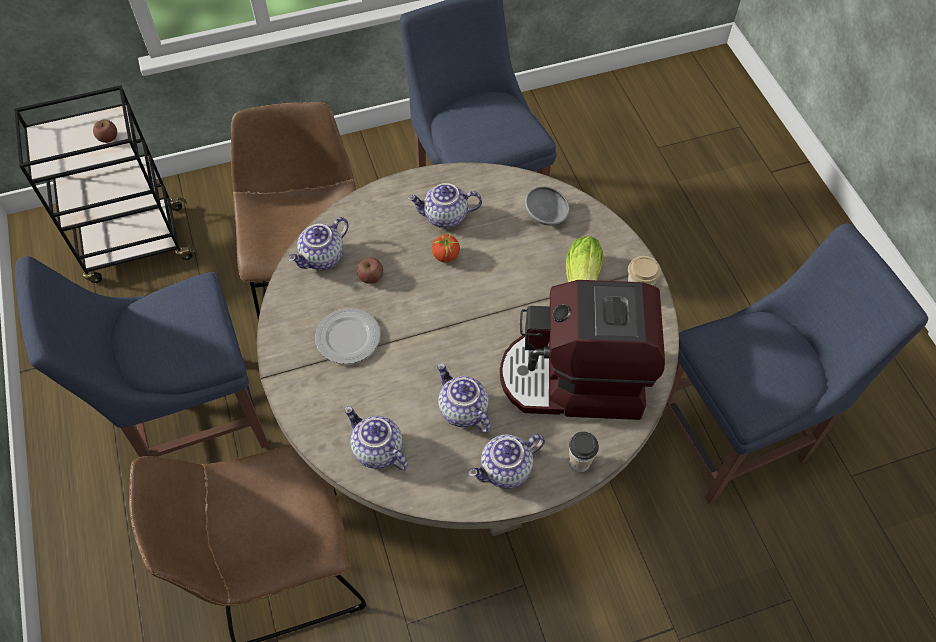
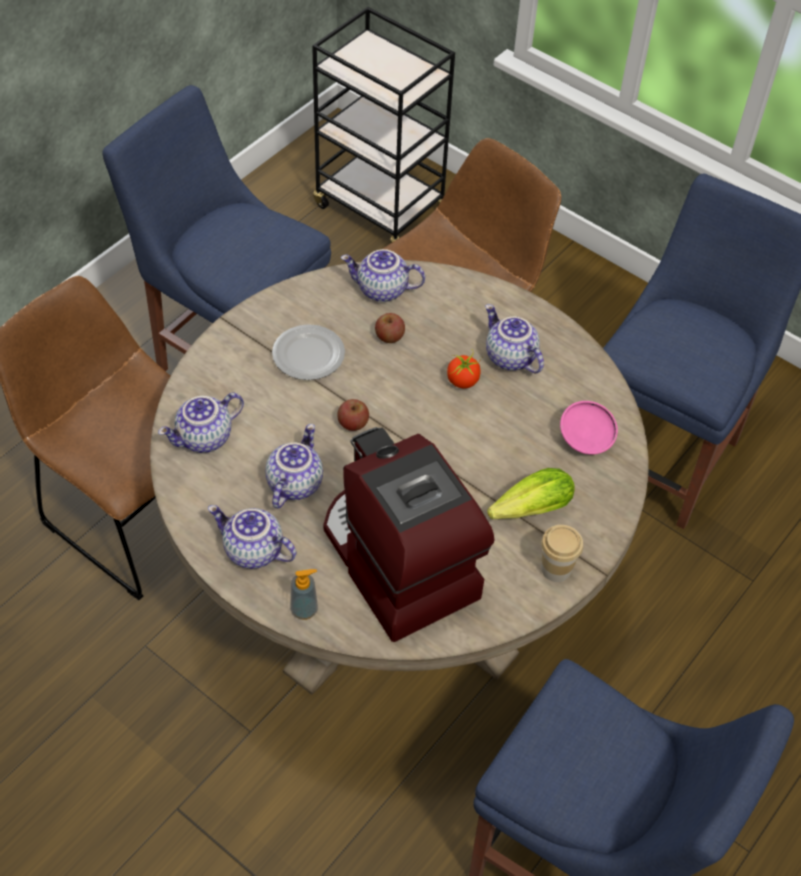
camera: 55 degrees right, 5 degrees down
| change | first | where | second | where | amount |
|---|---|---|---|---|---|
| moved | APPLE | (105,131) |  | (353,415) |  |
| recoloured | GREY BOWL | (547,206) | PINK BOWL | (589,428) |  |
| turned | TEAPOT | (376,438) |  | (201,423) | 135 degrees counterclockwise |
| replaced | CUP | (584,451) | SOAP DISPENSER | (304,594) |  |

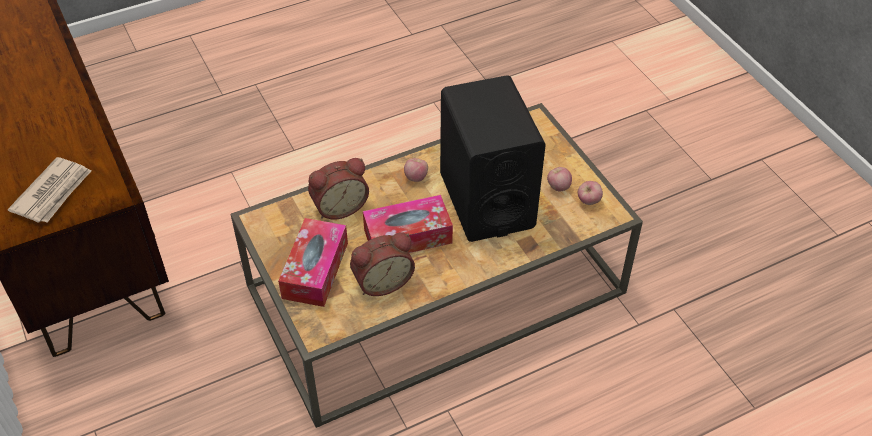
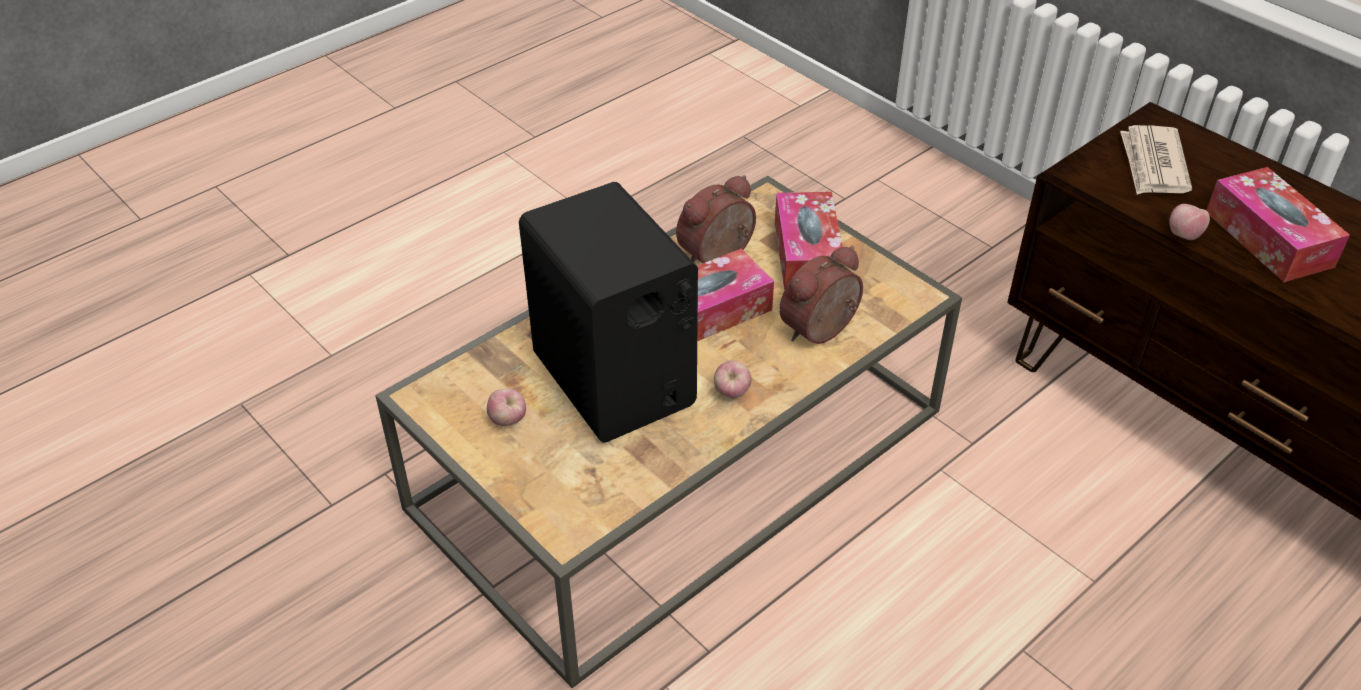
camera: 165 degrees right, 5 degrees down
| change | first | where | second | where | amount |
|---|---|---|---|---|---|
| moved | APPLE | (590,193) |  | (1189,222) |  |
| added |  |  | TISSUE BOX | (1278,224) |  |

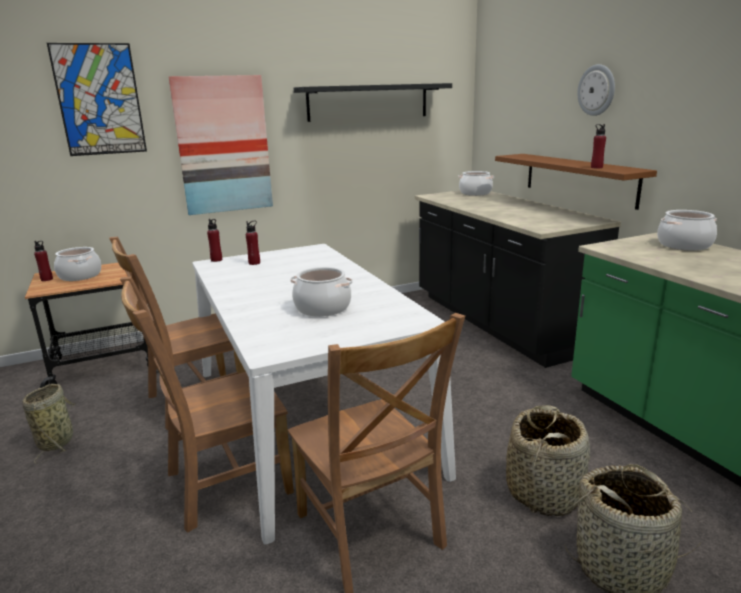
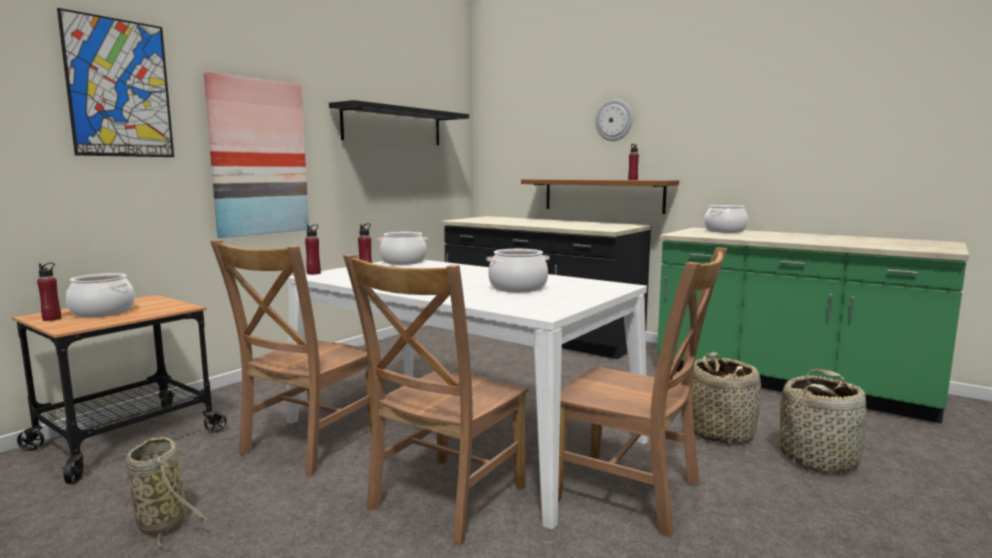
camera: 30 degrees left, 10 degrees down
| change | first | where | second | where | amount |
|---|---|---|---|---|---|
| moved | COOKING POT | (476,183) |  | (402,248) |  |

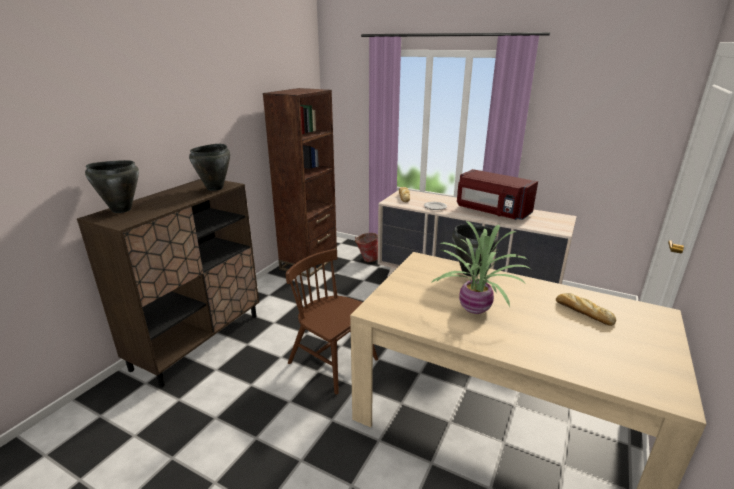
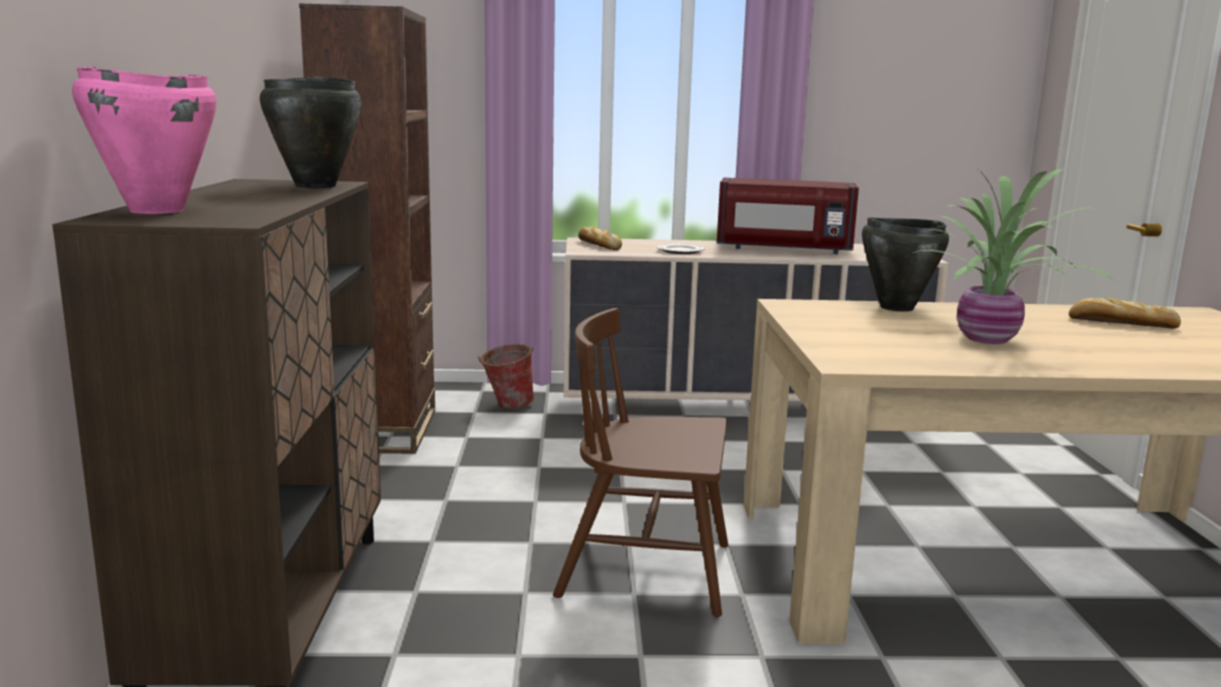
camera: 30 degrees left, 10 degrees down
| change | first | where | second | where | amount |
|---|---|---|---|---|---|
| recoloured | BLACK COOKING POT | (112,186) | PINK COOKING POT | (144,140) |  |

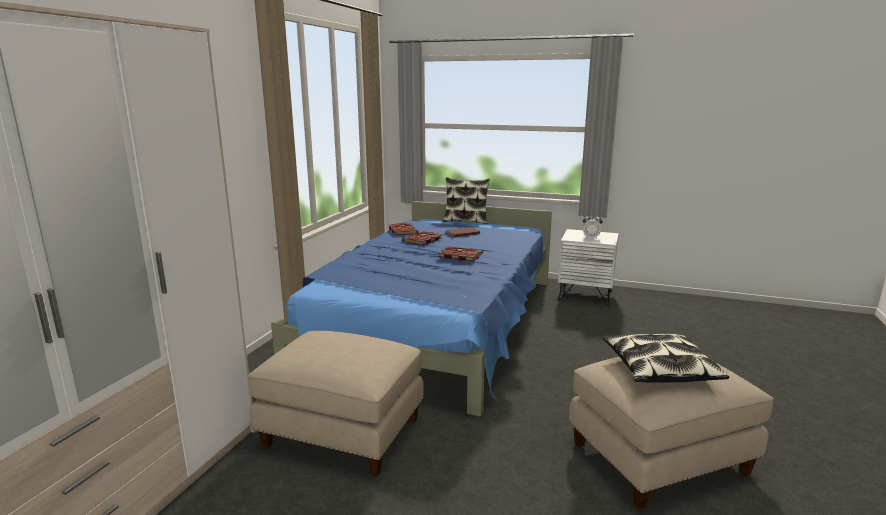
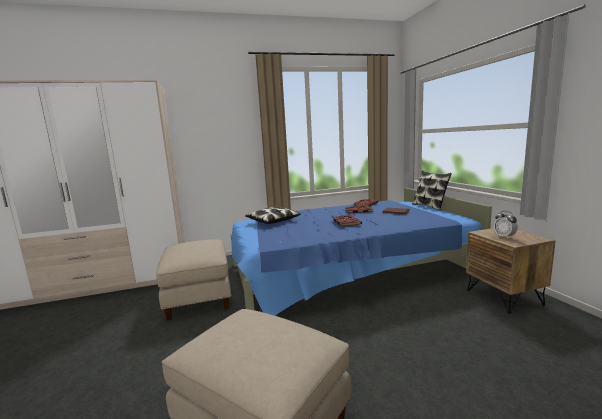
camera: 55 degrees right, 5 degrees down
| change | first | where | second | where | amount |
|---|---|---|---|---|---|
| recoloured | WHITE NIGHTSTAND | (588,267) | BROWN NIGHTSTAND | (511,271) |  |
| moved | PILLOW | (666,358) |  | (273,215) |  |

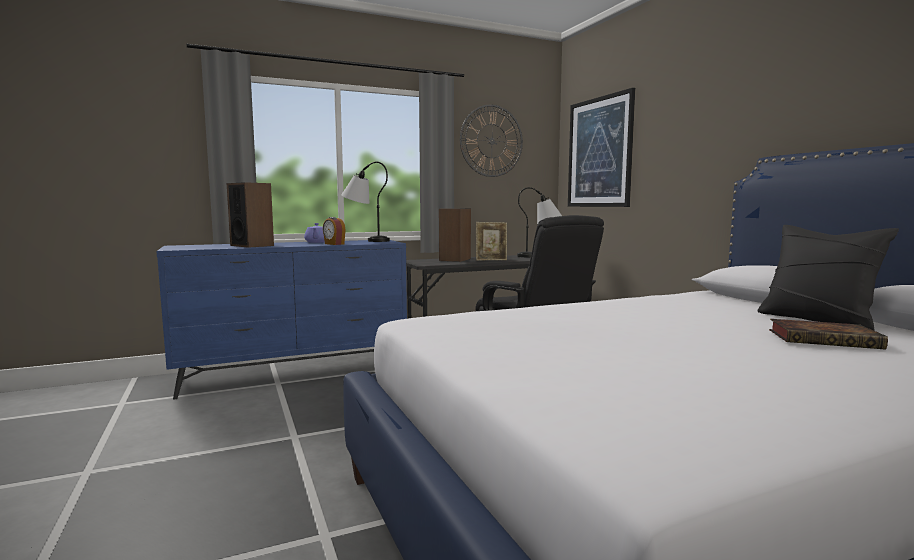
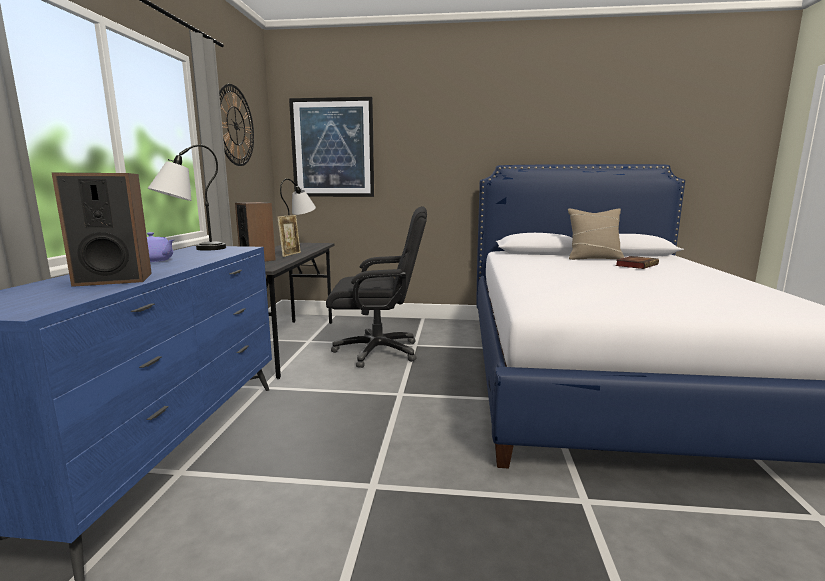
camera: 60 degrees left, 5 degrees up
| change | first | where | second | where | amount |
|---|---|---|---|---|---|
| removed | ALARM CLOCK | (334,231) |  |  |  |
| recoloured | BLACK PILLOW | (828,277) | BEIGE PILLOW | (596,234) |  |

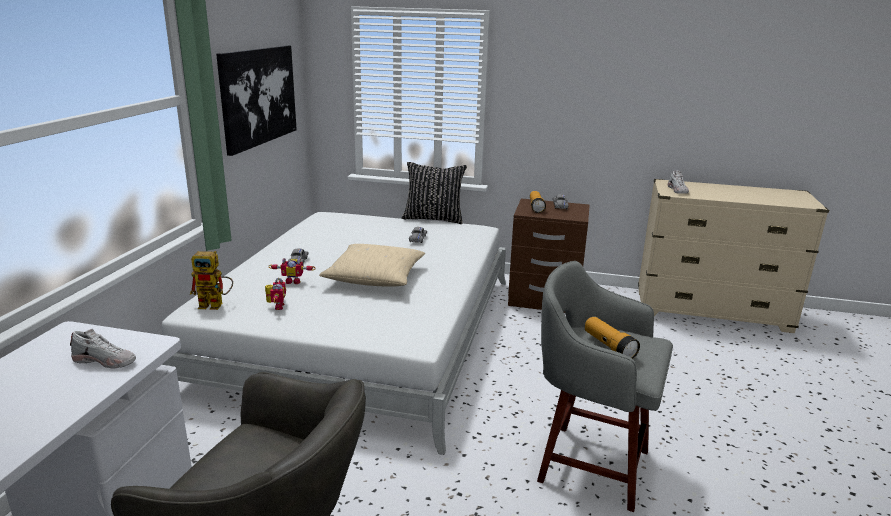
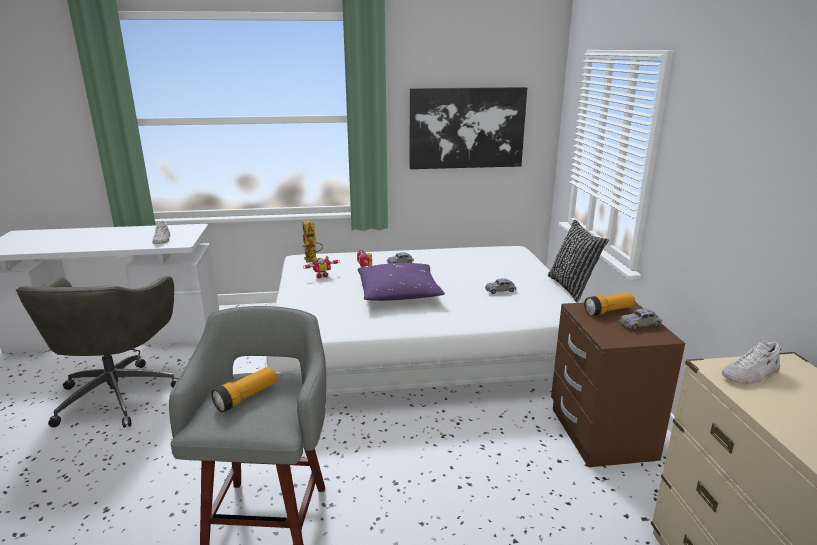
camera: 70 degrees right, 0 degrees up
| change | first | where | second | where | amount |
|---|---|---|---|---|---|
| recoloured | BEIGE PILLOW | (372,265) | PURPLE PILLOW | (401,282) |  |

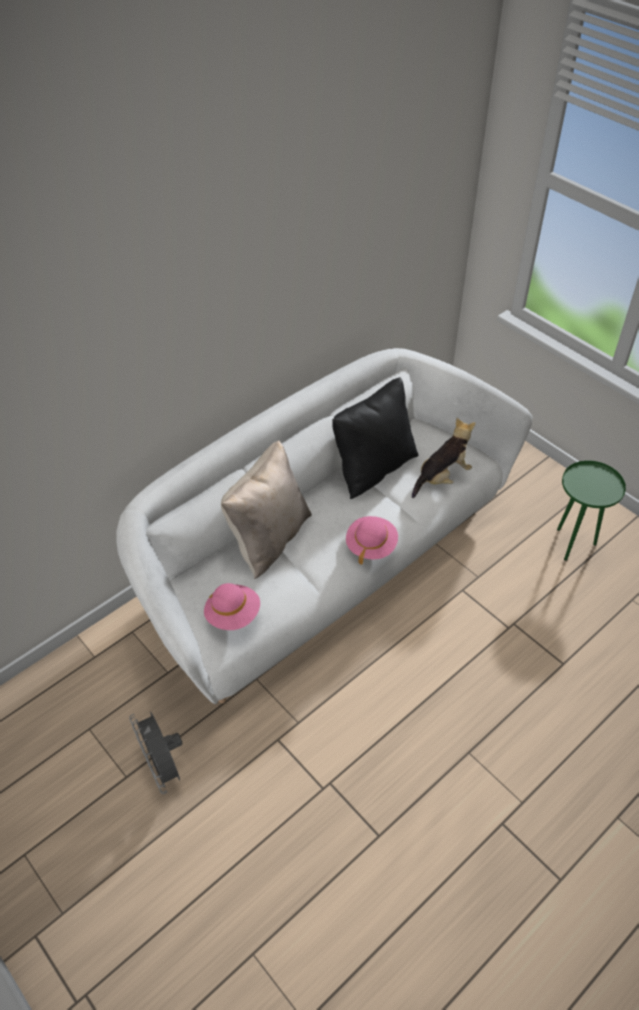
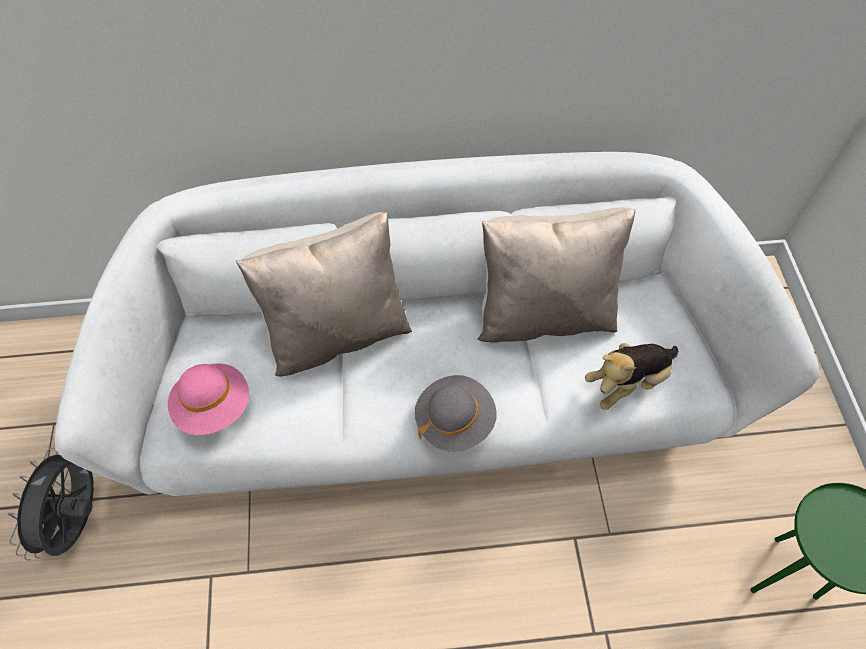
camera: 35 degrees right, 10 degrees up
| change | first | where | second | where | amount |
|---|---|---|---|---|---|
| recoloured | BLACK PILLOW | (375,438) | BEIGE PILLOW | (556,275) |  |
| turned | PLUSH TOY | (443,458) |  | (631,376) | 150 degrees clockwise |
| recoloured | PINK HAT | (372,540) | GREY HAT | (456,413) |  |

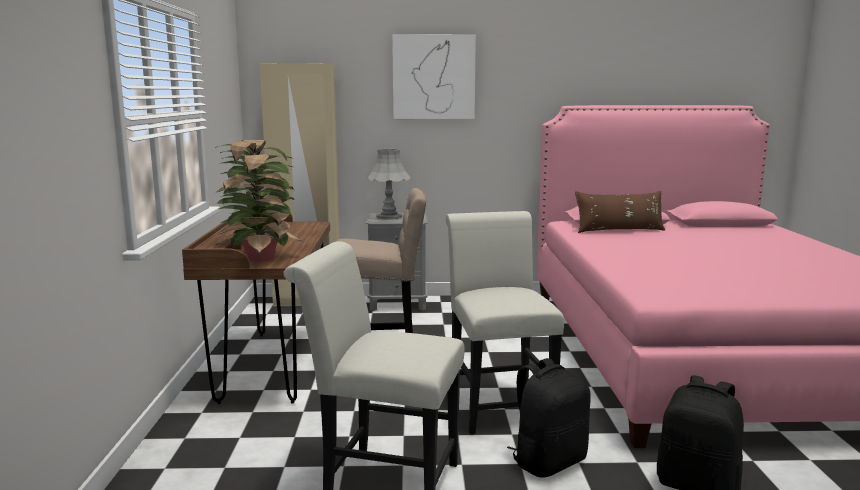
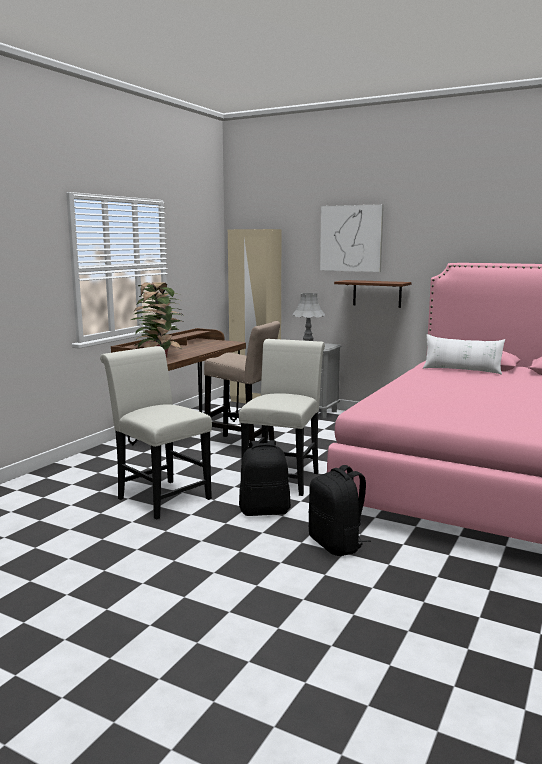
camera: 30 degrees right, 0 degrees up
| change | first | where | second | where | amount |
|---|---|---|---|---|---|
| recoloured | BROWN PILLOW | (620,212) | WHITE PILLOW | (464,354) |  |
| added |  |  | BROWN SHELF | (373,294) |  |

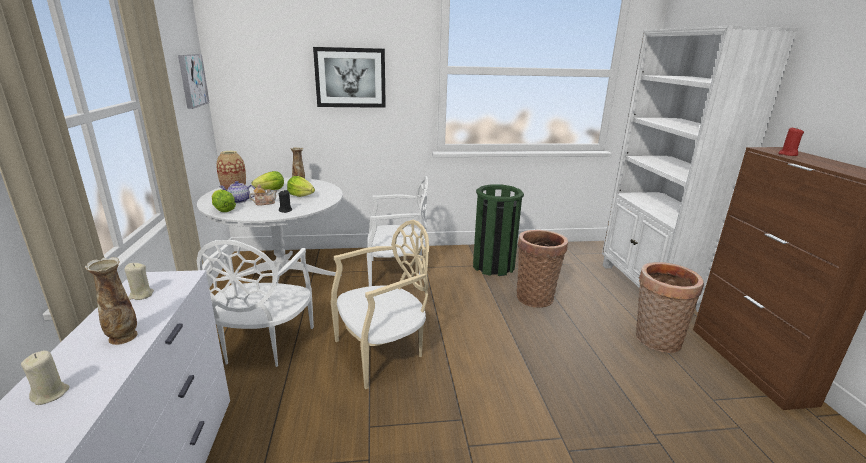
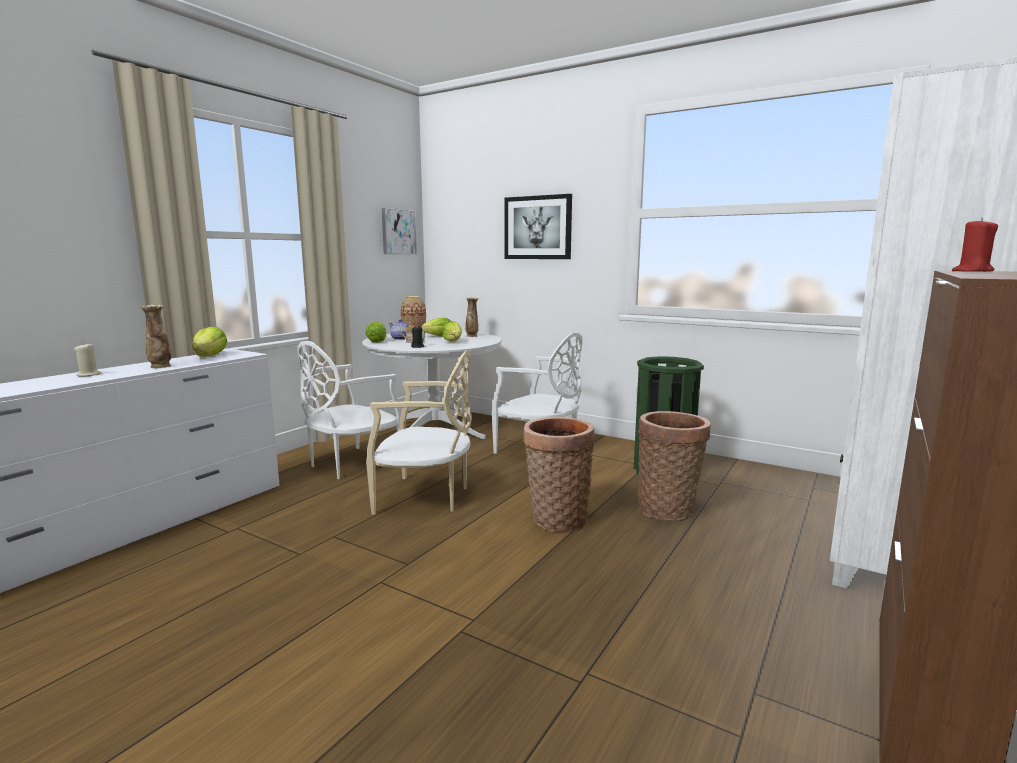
camera: 40 degrees right, 10 degrees down
| change | first | where | second | where | amount |
|---|---|---|---|---|---|
| moved | BASKET | (670,307) |  | (559,475) |  |
| replaced | BEIGE CANDLE | (139,281) | LETTUCE | (209,341) |  |

